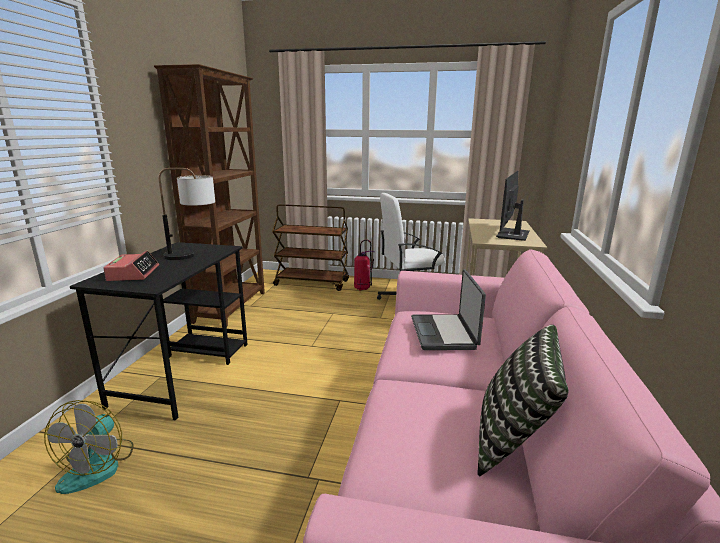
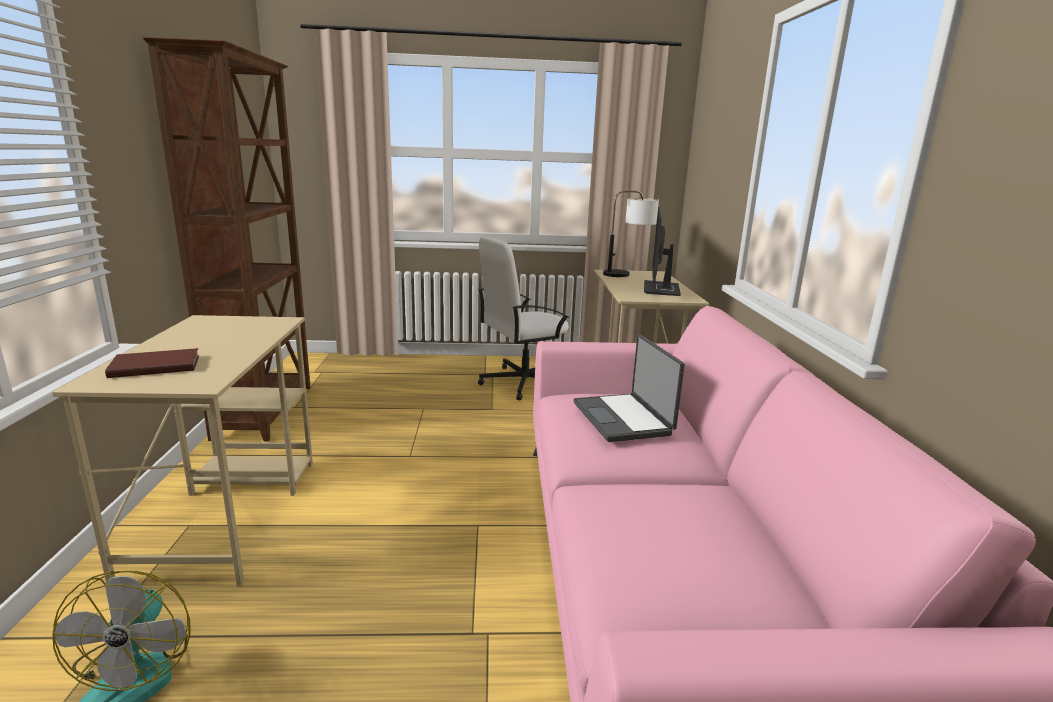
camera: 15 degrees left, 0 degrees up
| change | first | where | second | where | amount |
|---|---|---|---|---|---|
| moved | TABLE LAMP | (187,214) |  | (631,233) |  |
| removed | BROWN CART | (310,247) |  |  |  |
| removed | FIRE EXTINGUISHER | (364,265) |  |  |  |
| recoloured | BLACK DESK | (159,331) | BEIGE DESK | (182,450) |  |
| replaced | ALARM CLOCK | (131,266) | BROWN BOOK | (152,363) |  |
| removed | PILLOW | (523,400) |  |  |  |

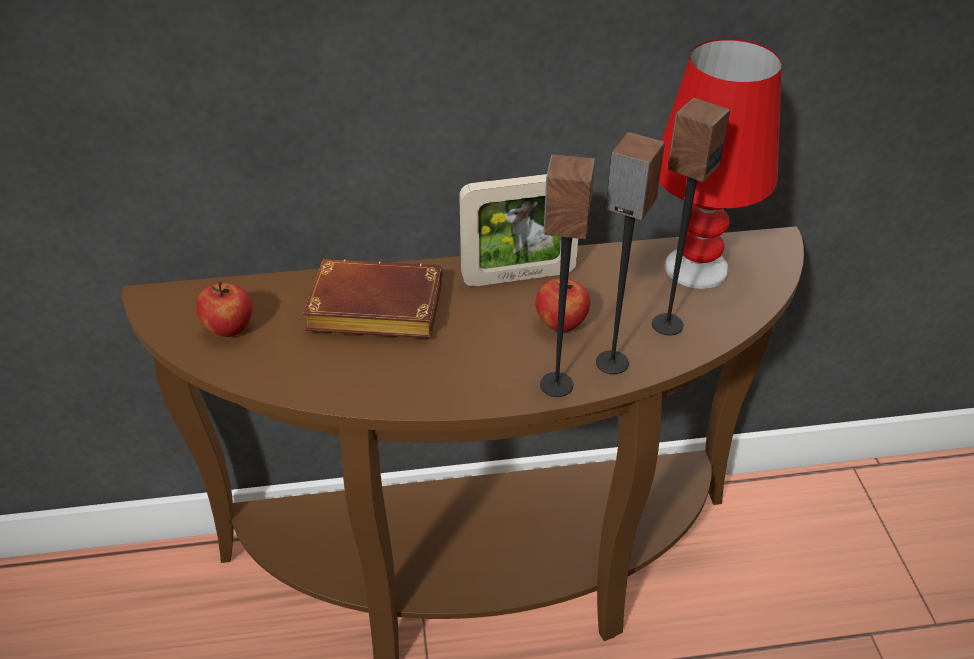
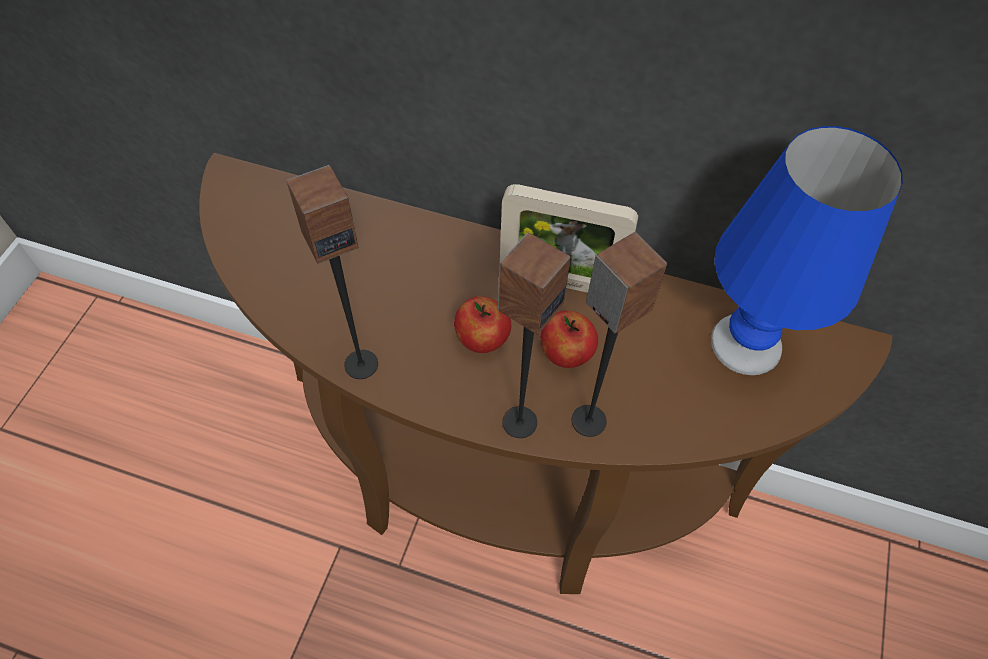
camera: 25 degrees right, 15 degrees up
| change | first | where | second | where | amount |
|---|---|---|---|---|---|
| recoloured | RED TABLE LAMP | (720,164) | BLUE TABLE LAMP | (807,250) |  |
| moved | SPEAKER | (691,217) |  | (332,272) |  |
| removed | BROWN BOOK | (373,299) |  |  |  |
| moved | APPLE | (224,309) |  | (482,324) |  |

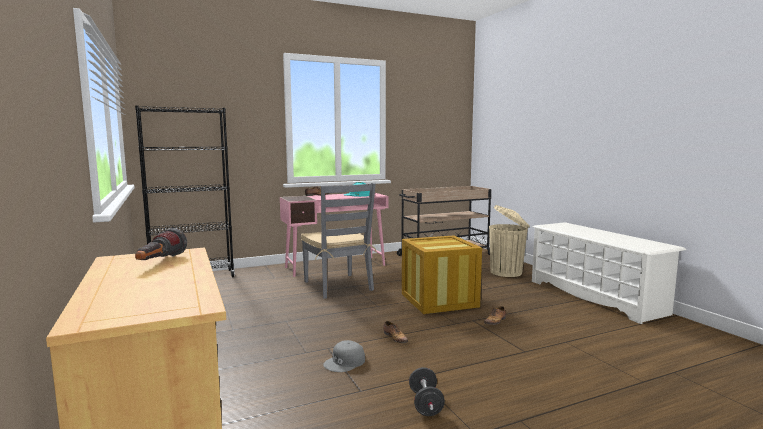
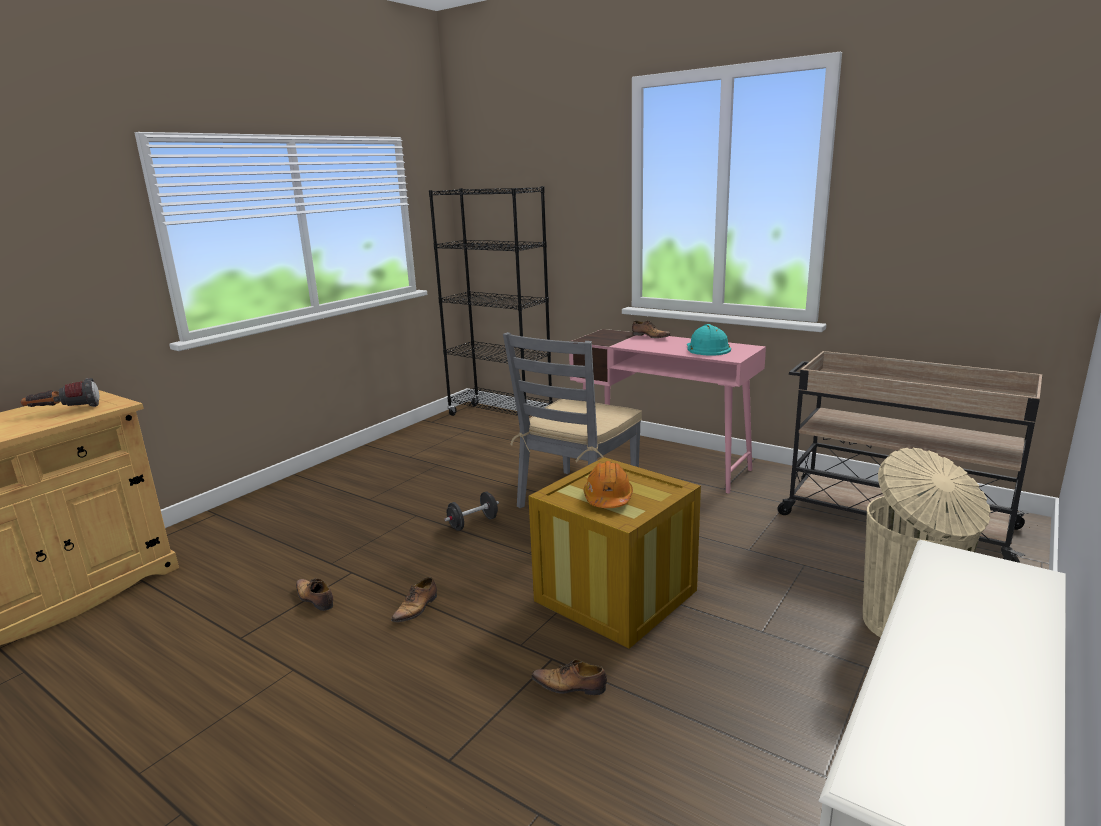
camera: 60 degrees right, 10 degrees up
| change | first | where | second | where | amount |
|---|---|---|---|---|---|
| replaced | GREY CAP | (344,356) | SHOE | (314,594) |  |
| moved | BLACK DUMBBELL | (427,391) |  | (471,511) |  |
| added |  |  | ORANGE HARD HAT | (608,484) |  |

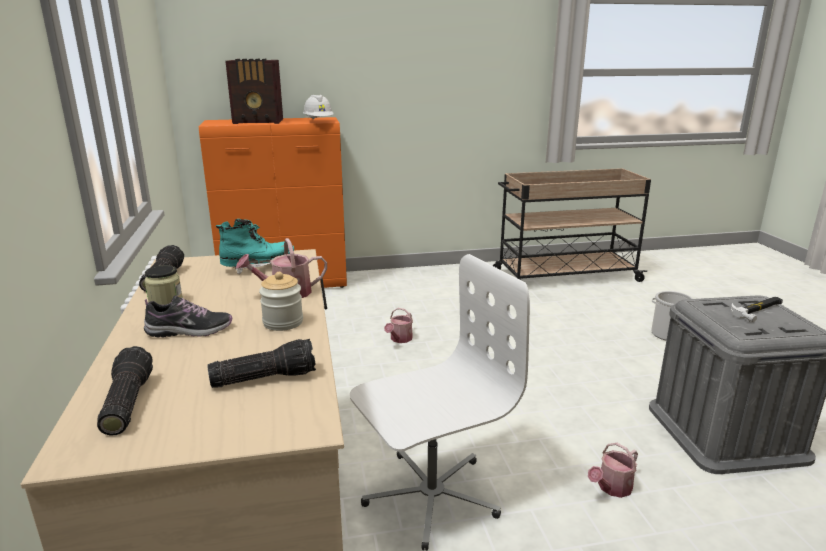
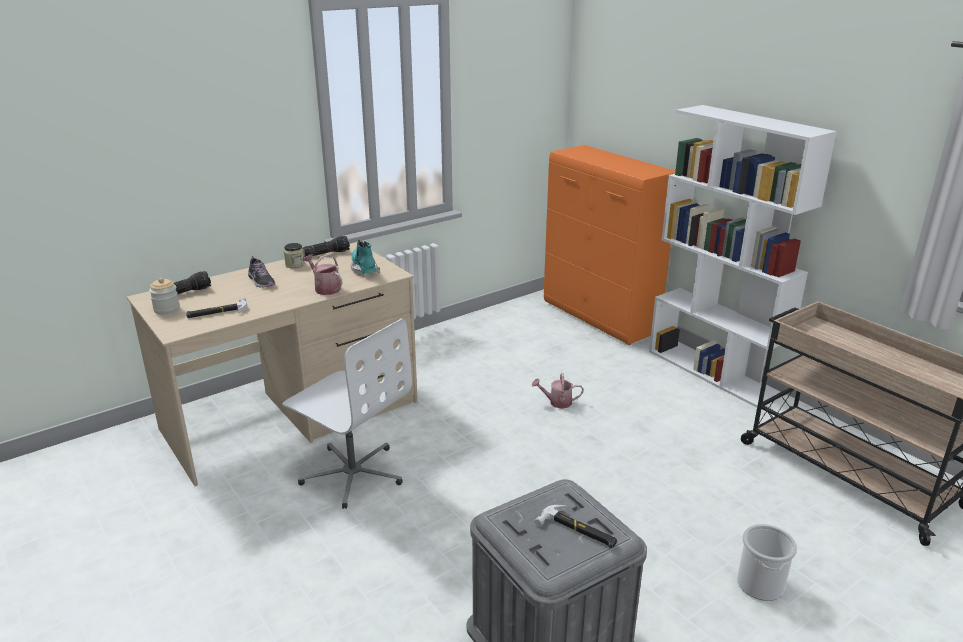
camera: 65 degrees right, 5 degrees up
| change | first | where | second | where | amount |
|---|---|---|---|---|---|
| removed | RADIO | (254,91) |  |  |  |
| removed | WHITE HARD HAT | (318,107) |  |  |  |
| turned | TURQUOISE BOOT | (255,246) |  | (365,258) | 150 degrees counterclockwise |
| moved | JAR | (281,301) |  | (164,296) |  |
| replaced | FLASHLIGHT | (262,363) | HAMMER | (217,307) |  |
| removed | WATERING CAN | (613,470) |  |  |  |
| added |  |  | WHITE BOOKCASE | (743,256) |  |

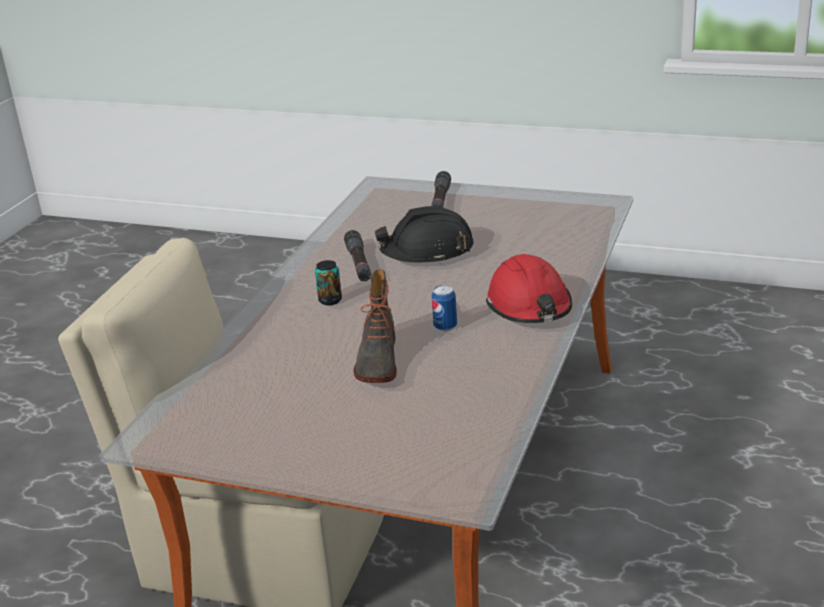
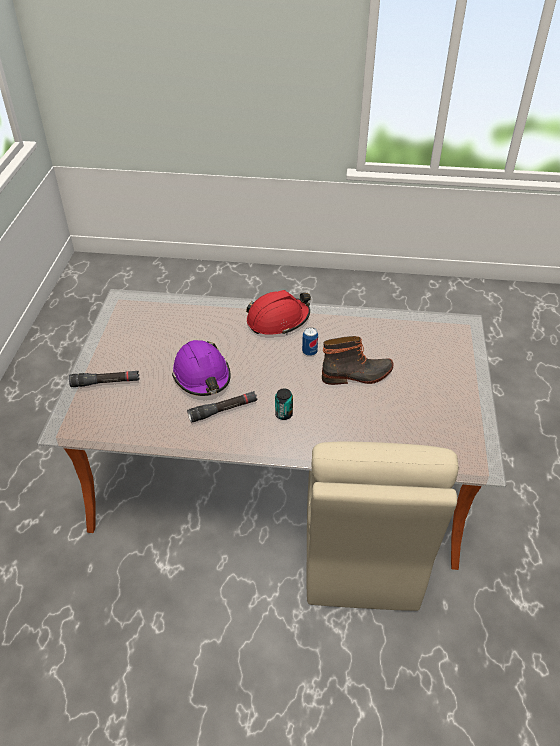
camera: 105 degrees left, 15 degrees up
| change | first | where | second | where | amount |
|---|---|---|---|---|---|
| recoloured | BLACK HARD HAT | (424,235) | PURPLE HARD HAT | (201,368) |  |

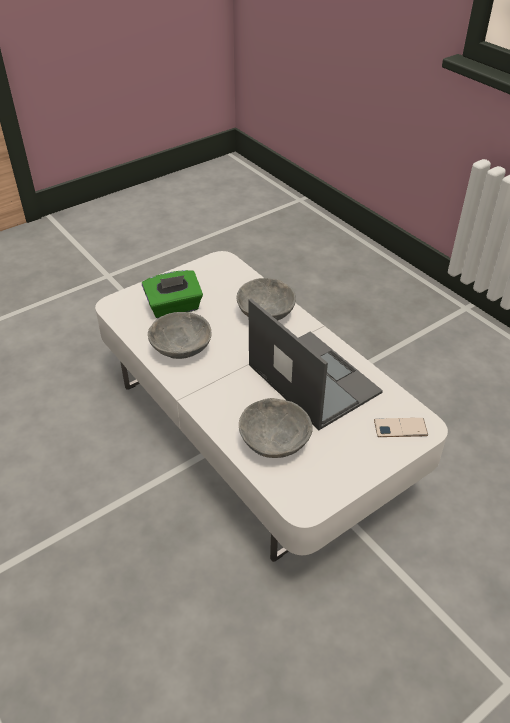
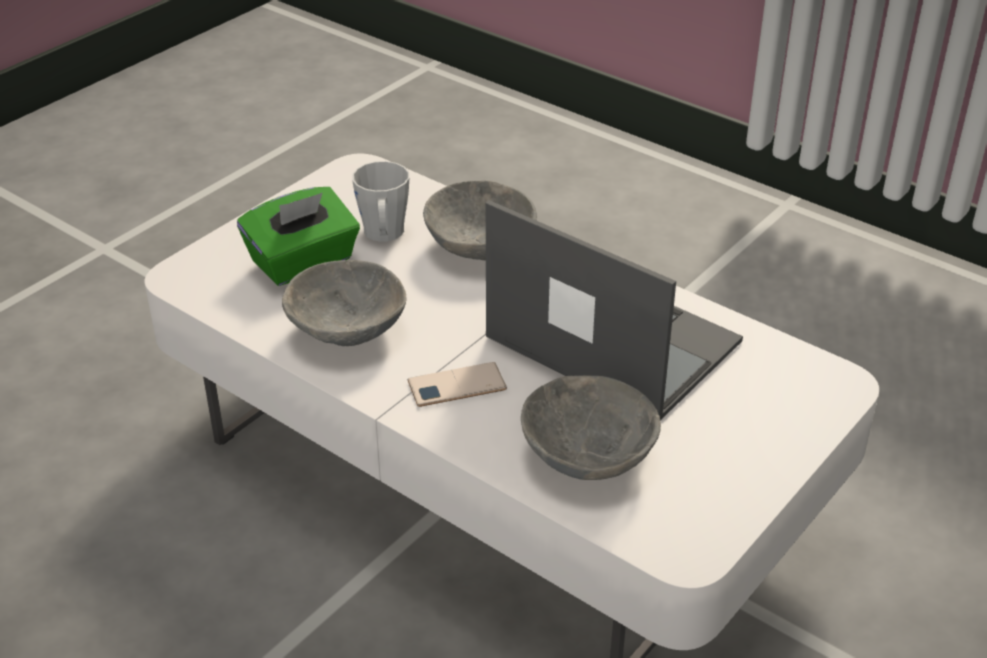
camera: 15 degrees left, 5 degrees down
| change | first | where | second | where | amount |
|---|---|---|---|---|---|
| moved | PHONE | (401,427) |  | (457,384) |  |
| added |  |  | GREY MUG | (380,201) |  |

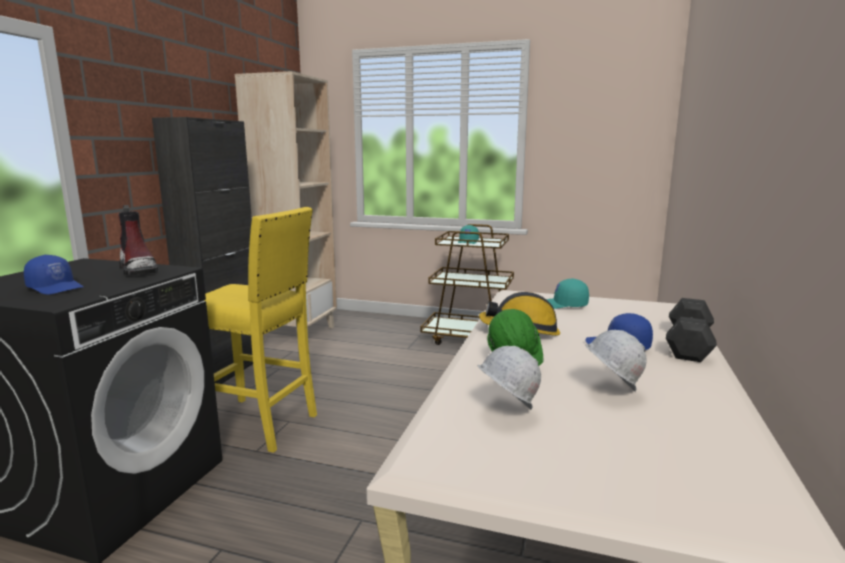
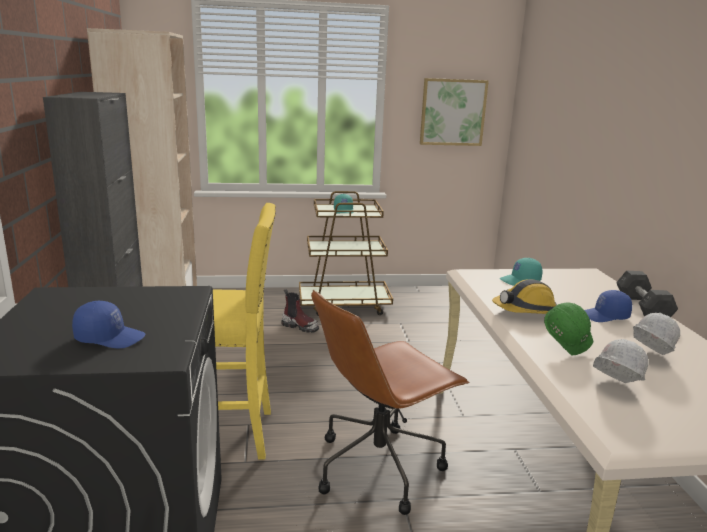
camera: 25 degrees left, 5 degrees up
| change | first | where | second | where | amount |
|---|---|---|---|---|---|
| moved | BOOT | (138,240) |  | (300,311) |  |
| added |  |  | PICTURE | (454,112) |  |
| added |  |  | BROWN OFFICE CHAIR | (390,402) |  |

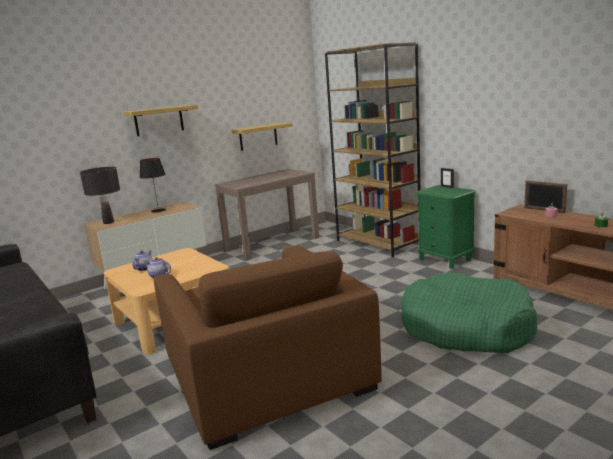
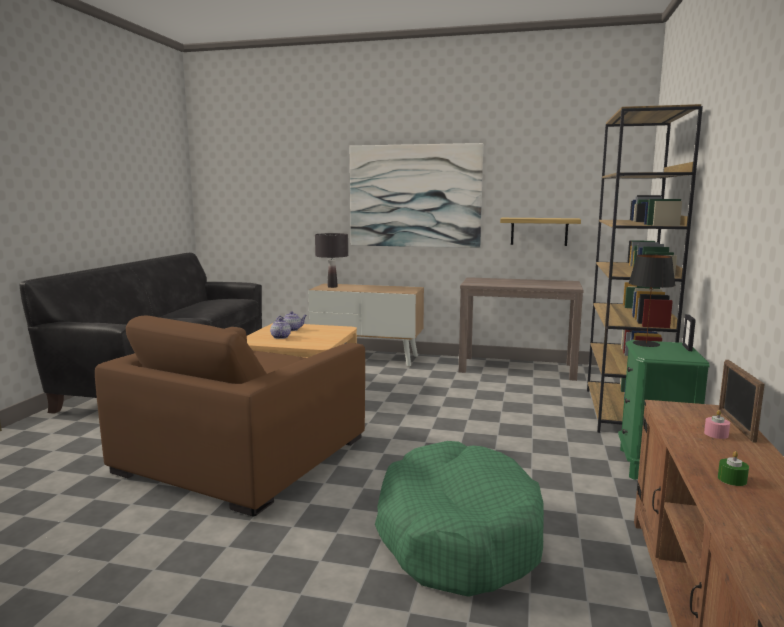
camera: 50 degrees right, 5 degrees down
| change | first | where | second | where | amount |
|---|---|---|---|---|---|
| replaced | SHELF | (161,120) | PICTURE | (416,195) |  |
| moved | BLACK TABLE LAMP | (153,185) |  | (652,300) |  |

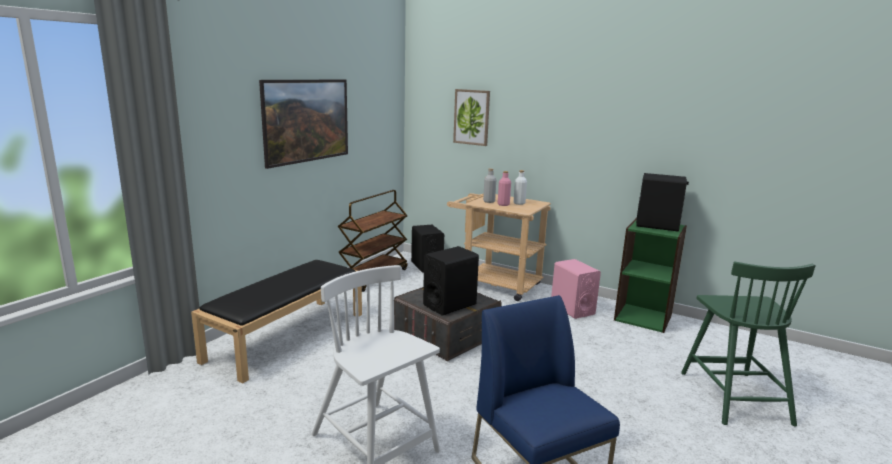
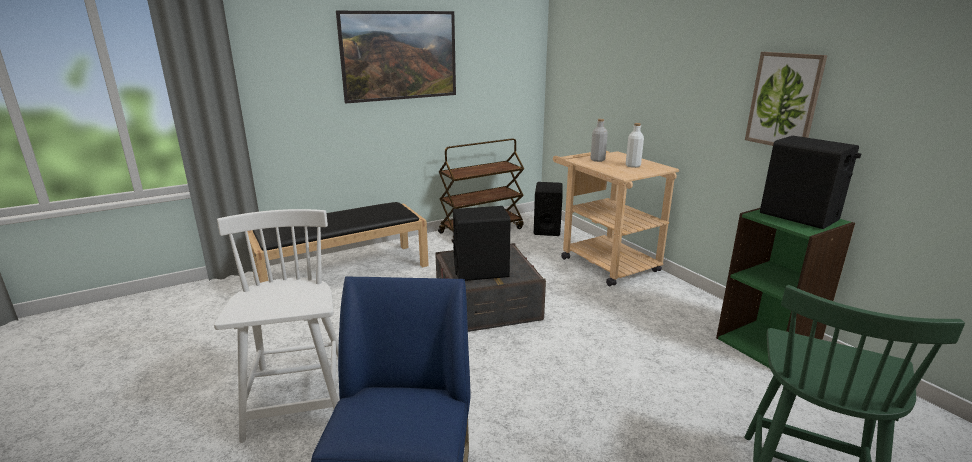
camera: 30 degrees right, 5 degrees up
| change | first | where | second | where | amount |
|---|---|---|---|---|---|
| moved | PICTURE | (471,117) |  | (786,99) |  |
| removed | PINK BOTTLE | (504,188) |  |  |  |
| removed | PINK SPEAKER | (576,289) |  |  |  |

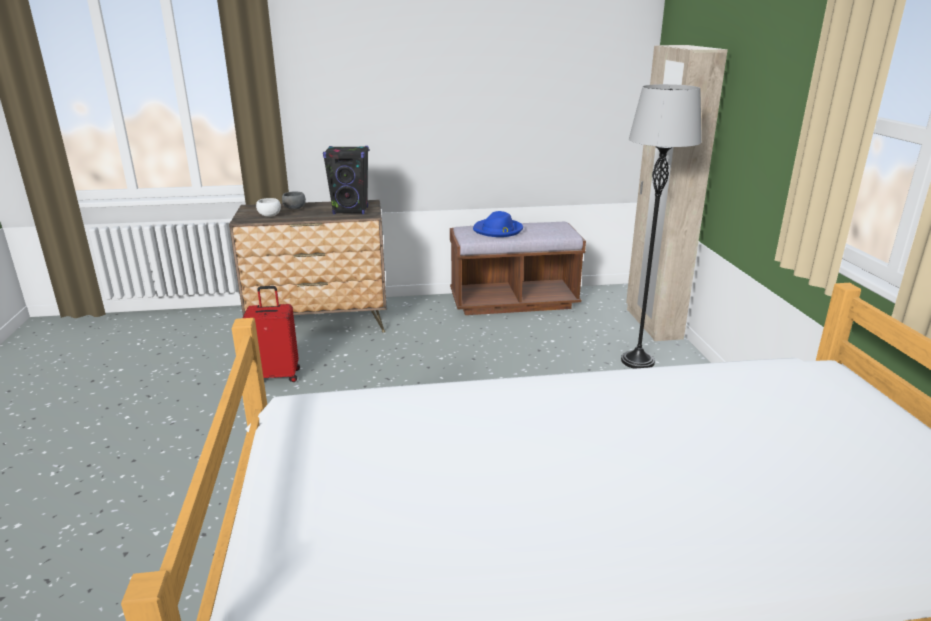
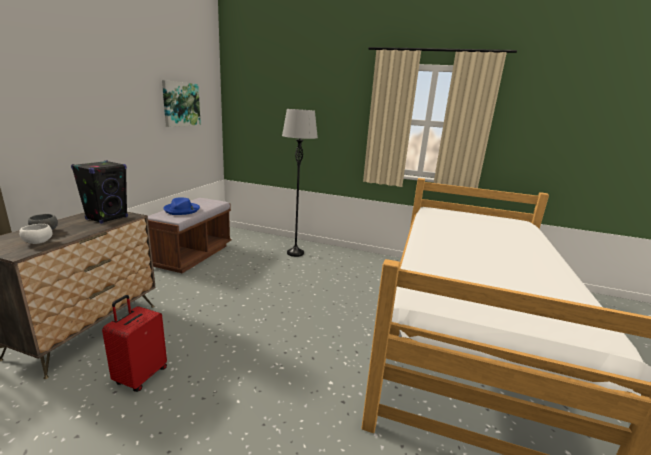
camera: 65 degrees left, 5 degrees down
| change | first | where | second | where | amount |
|---|---|---|---|---|---|
| removed | BEIGE WARDROBE | (677,193) |  |  |  |
| added |  |  | PICTURE | (181,103) |  |

